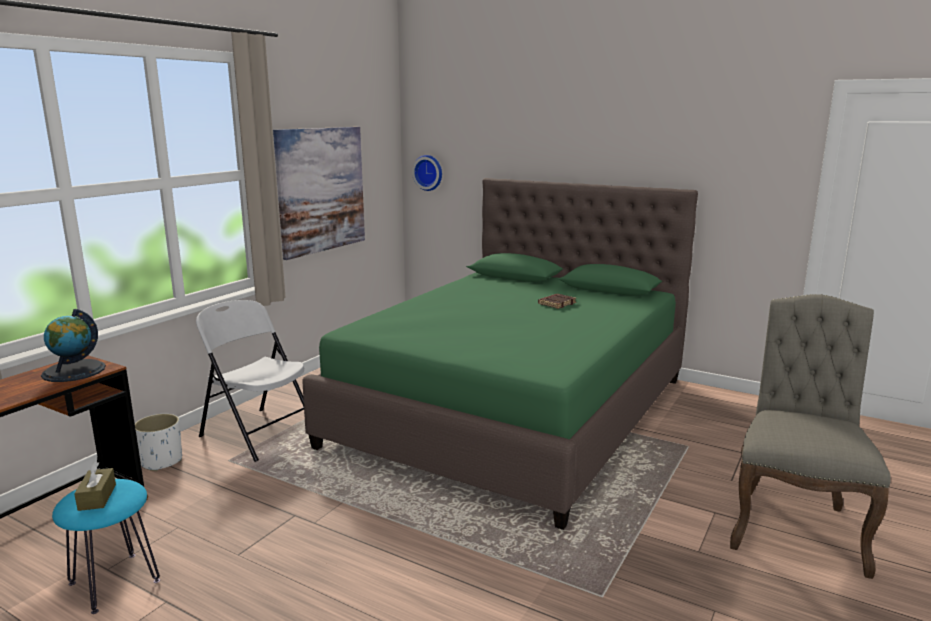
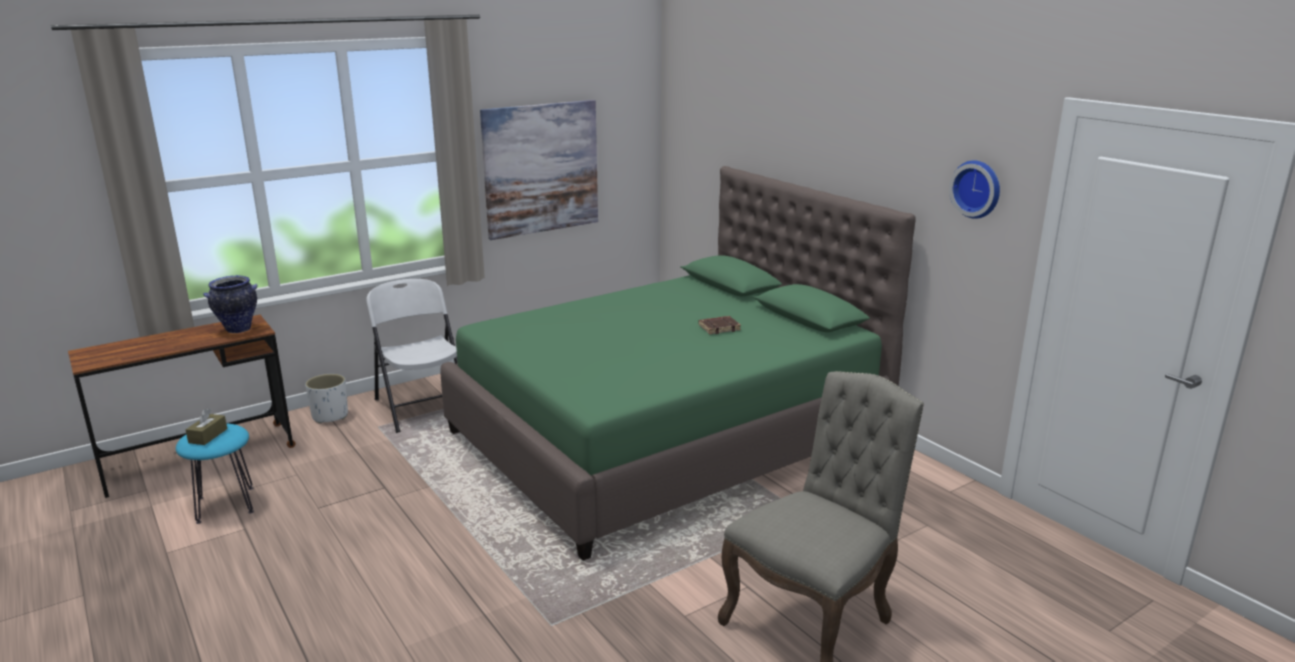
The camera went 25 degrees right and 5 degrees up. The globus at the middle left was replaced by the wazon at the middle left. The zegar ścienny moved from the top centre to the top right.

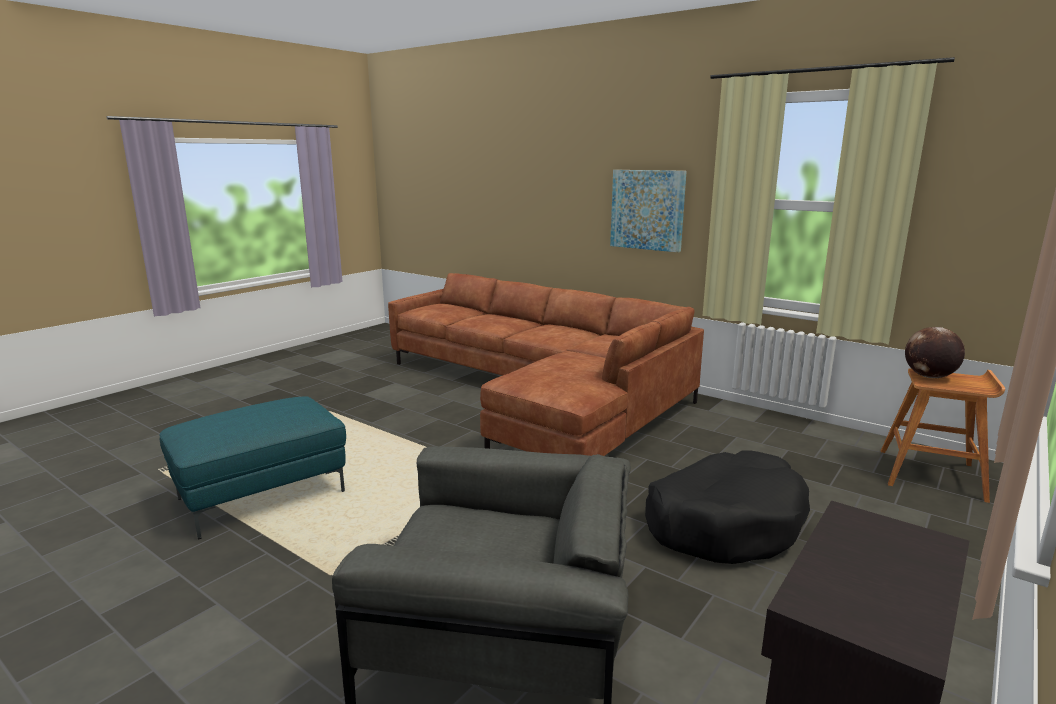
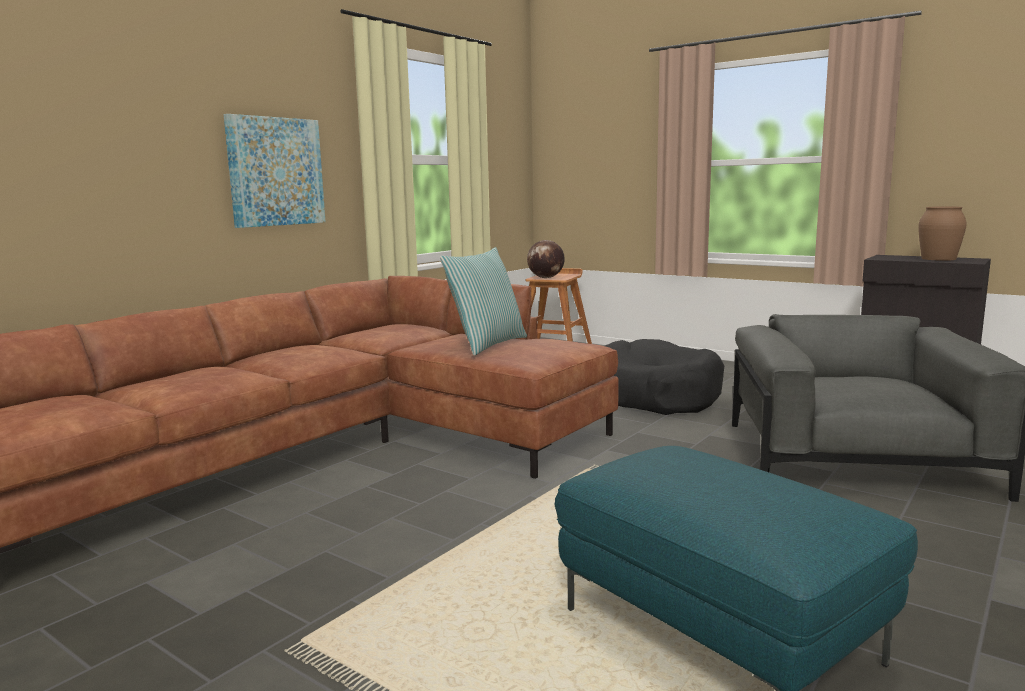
The camera went 90 degrees left and 5 degrees down. The poduszka at the centre appeared. The wazon (brązowy) at the middle right appeared.

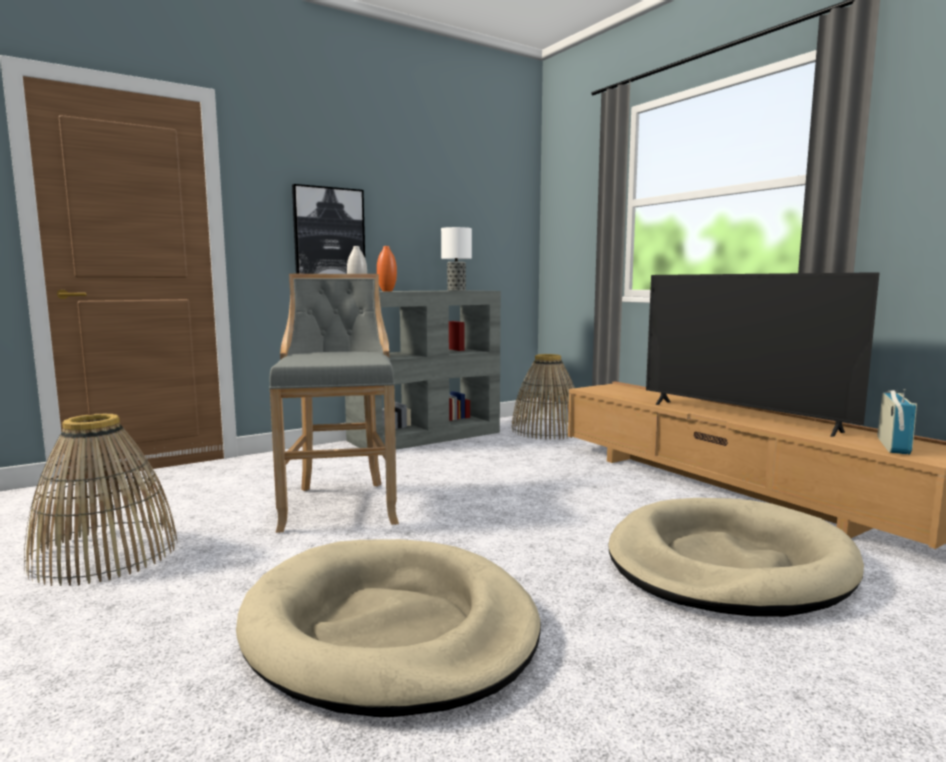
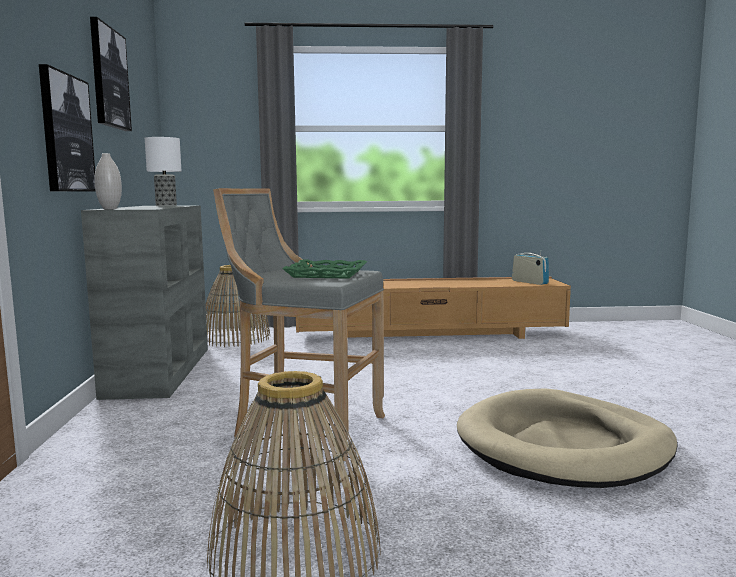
The camera went 60 degrees left and 0 degrees up. The obraz (2nd from left) at the top left appeared. The taca (zielony) at the centre appeared. The wazon (pomarańczowy) at the centre disappeared. The legowisko (beżowy) (2nd from left) at the bottom right disappeared. The telewizor at the middle right disappeared.

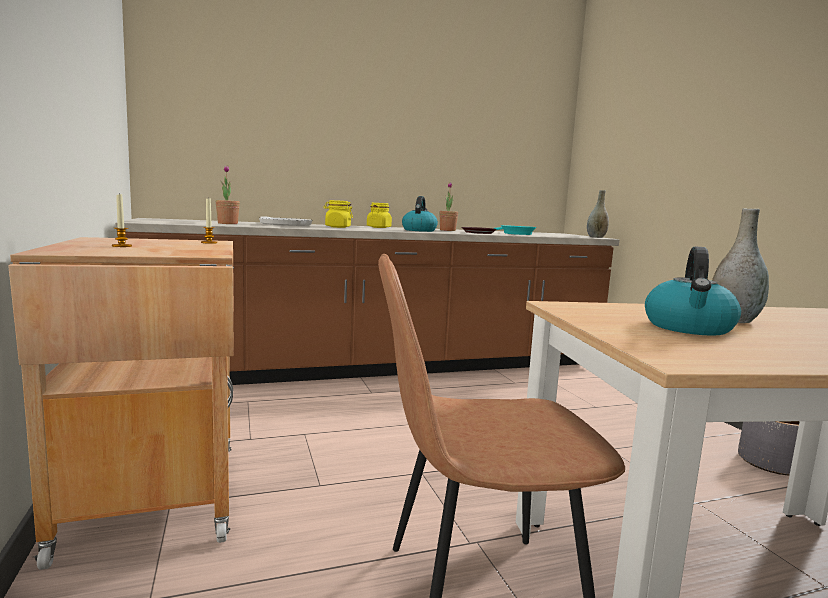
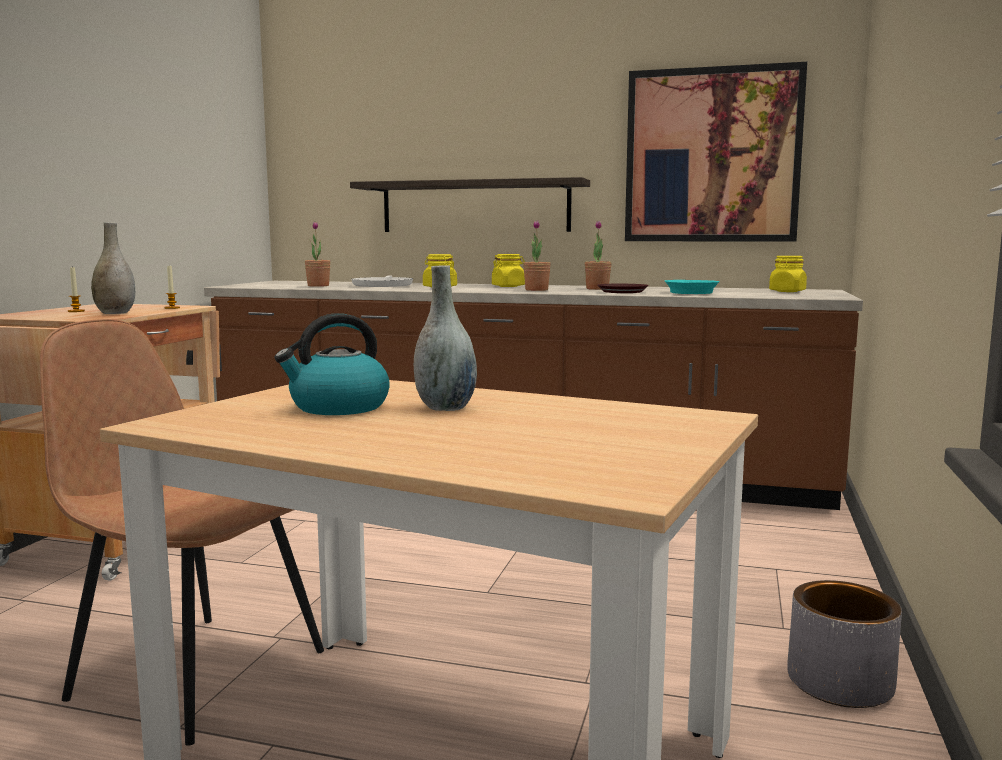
The camera went 35 degrees right and 0 degrees up. The wazon (szary) (1st from left) moved from the middle right to the middle left. The półka at the top centre appeared. The czajnik (1st from left) at the centre was replaced by the roślina doniczkowa (2nd from left) at the centre. The obraz at the top right appeared. The słoik (żółty) (3rd from left) at the middle right appeared.

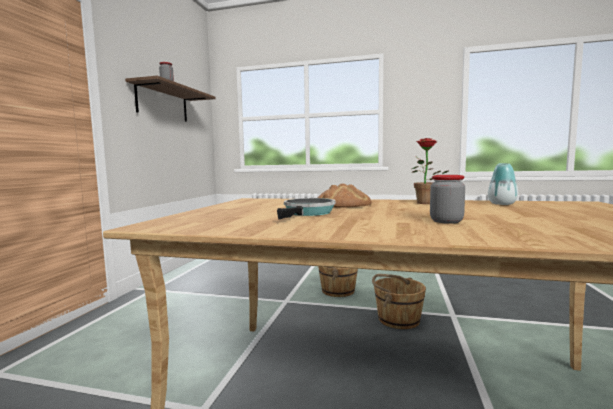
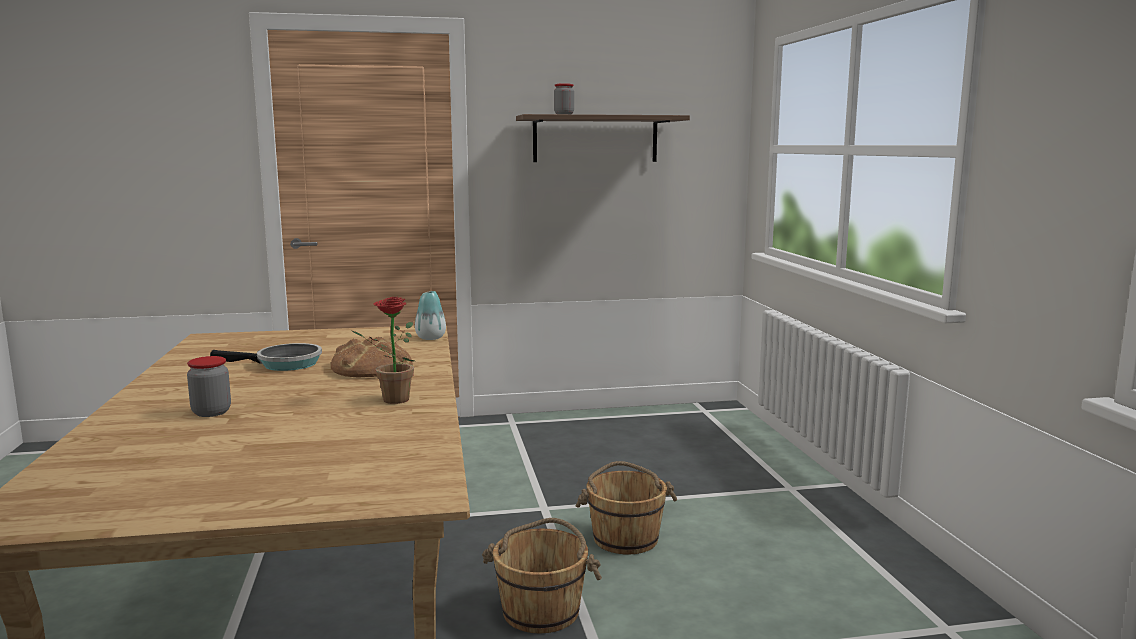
The camera went 65 degrees right and 5 degrees up. The wazon moved from the middle right to the centre.

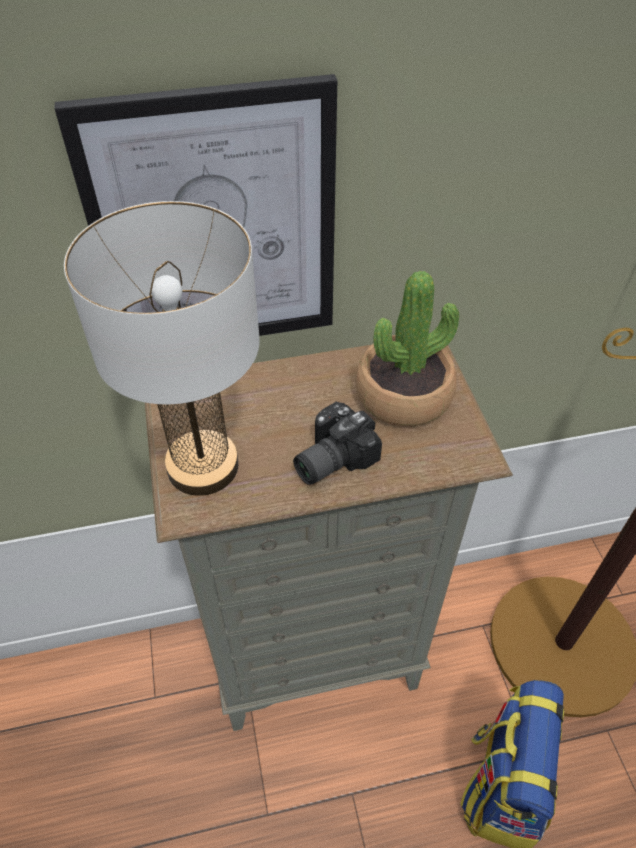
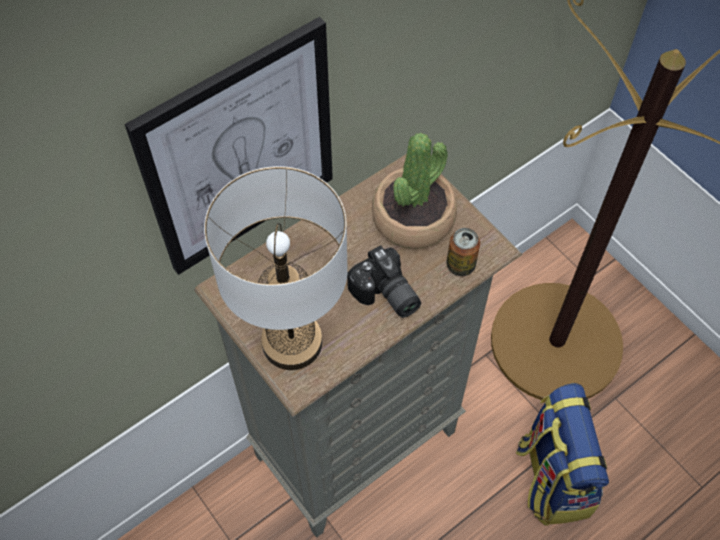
The camera went 25 degrees left and 10 degrees up. The aparat fotograficzny at the centre turned 60 degrees counterclockwise. The puszka at the centre appeared.

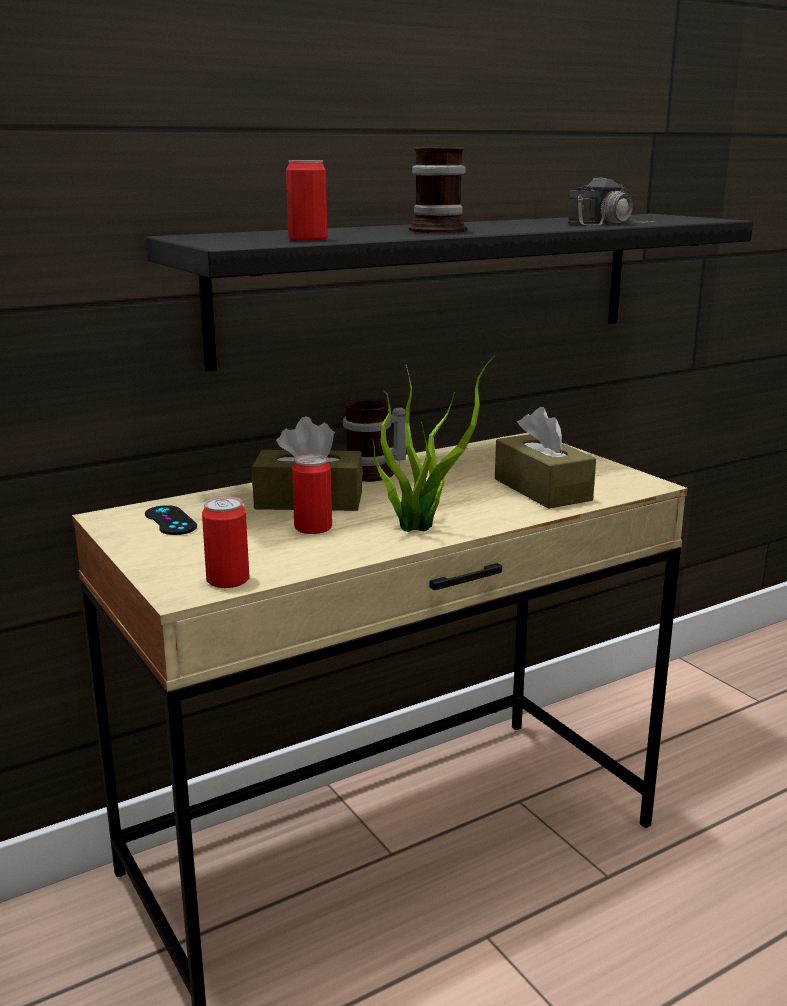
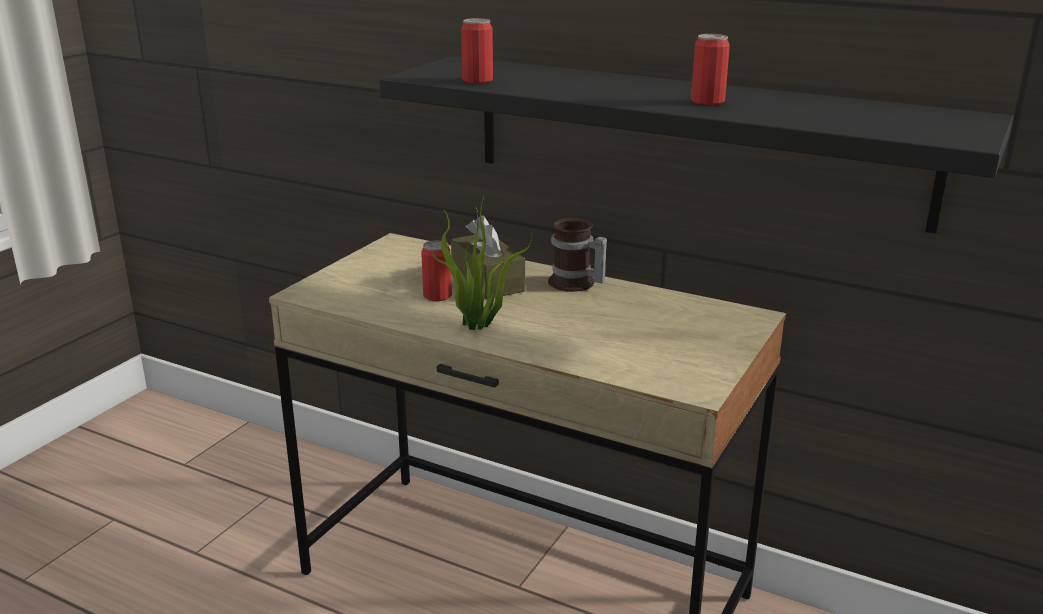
The camera went 60 degrees right and 5 degrees up. The puszka (1st from left in the first image) moved from the middle left to the top right. The pad do gier (czarny) at the middle left disappeared. The kubek (2nd from left) at the top centre disappeared. The pudełko chusteczek (brązowy) (2nd from left) at the middle right disappeared. The aparat fotograficzny at the top right disappeared.

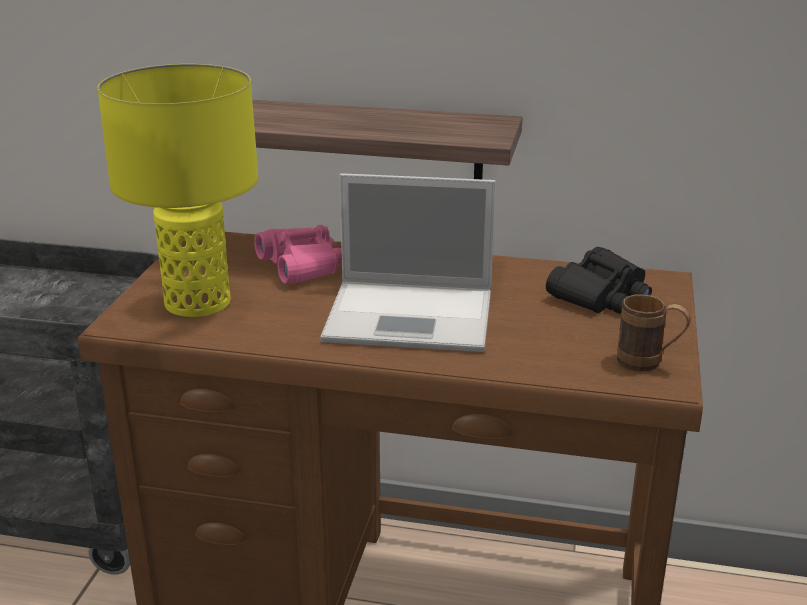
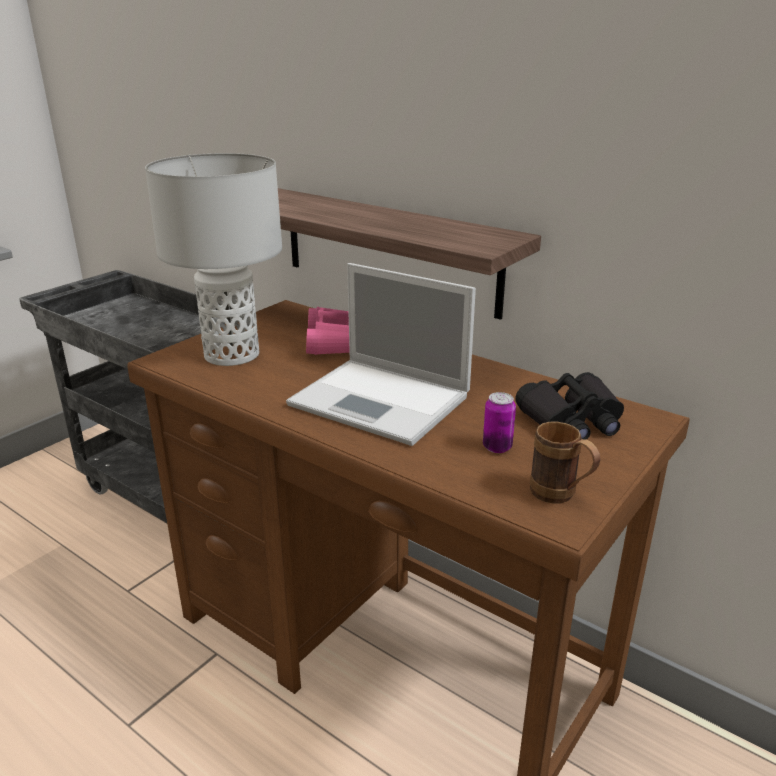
The camera went 25 degrees right and 0 degrees up. The lampa stołowa (żółty) at the top left became the lampa stołowa (biały) at the middle left. The puszka at the centre appeared.

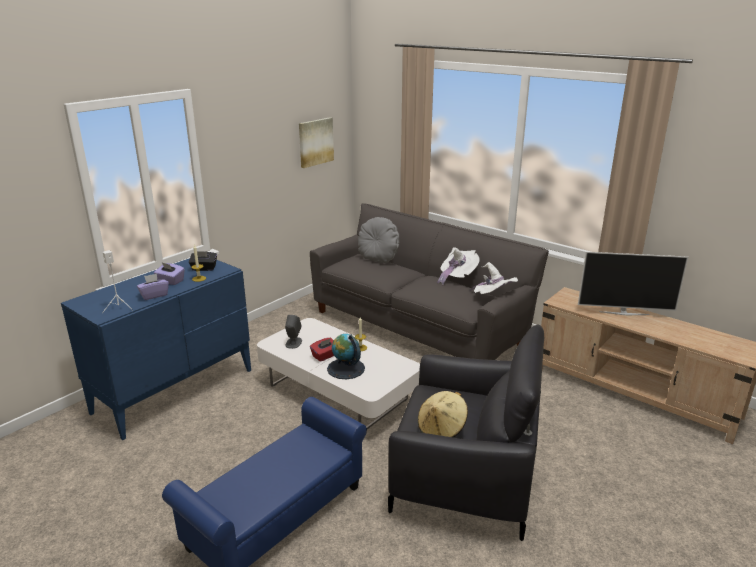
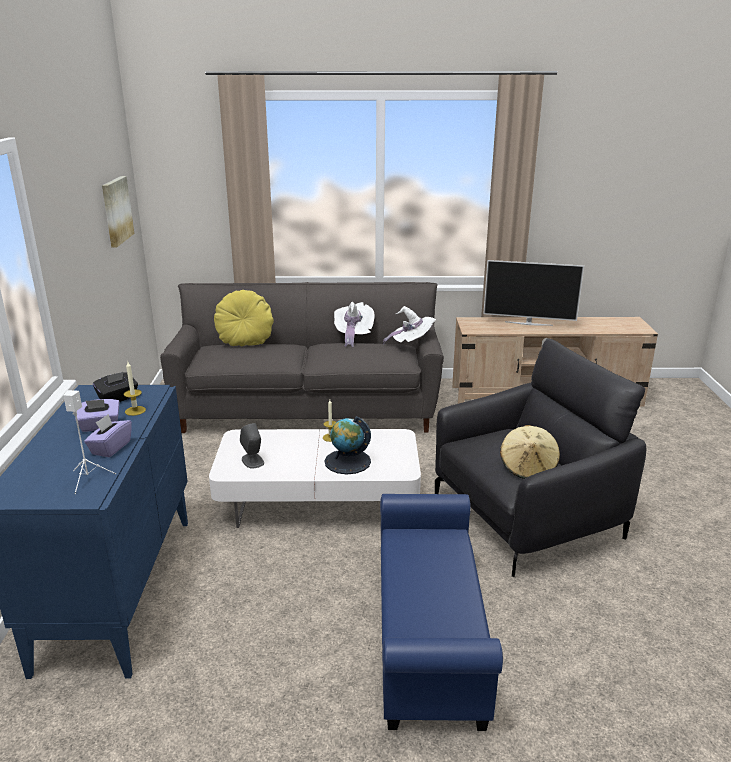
The camera went 40 degrees left and 0 degrees up. The poduszka (szary) at the centre became the poduszka (żółty) at the centre. The telewizor at the middle right turned 45 degrees clockwise. The pudełko chusteczek (czerwony) at the centre disappeared.

